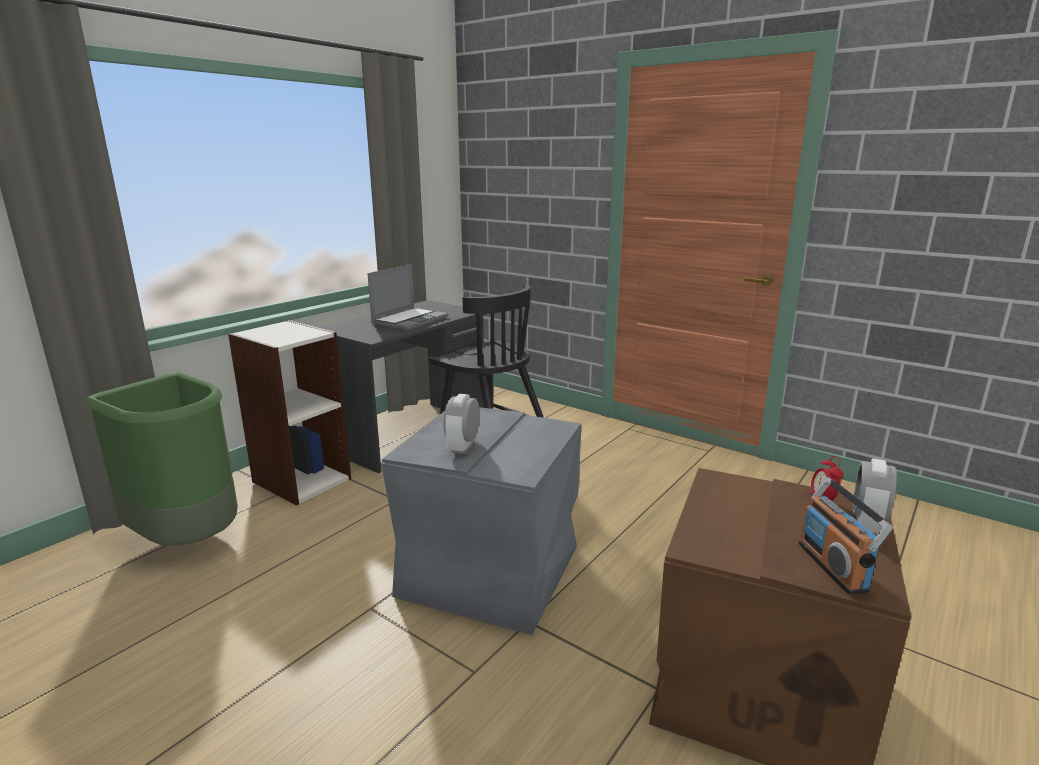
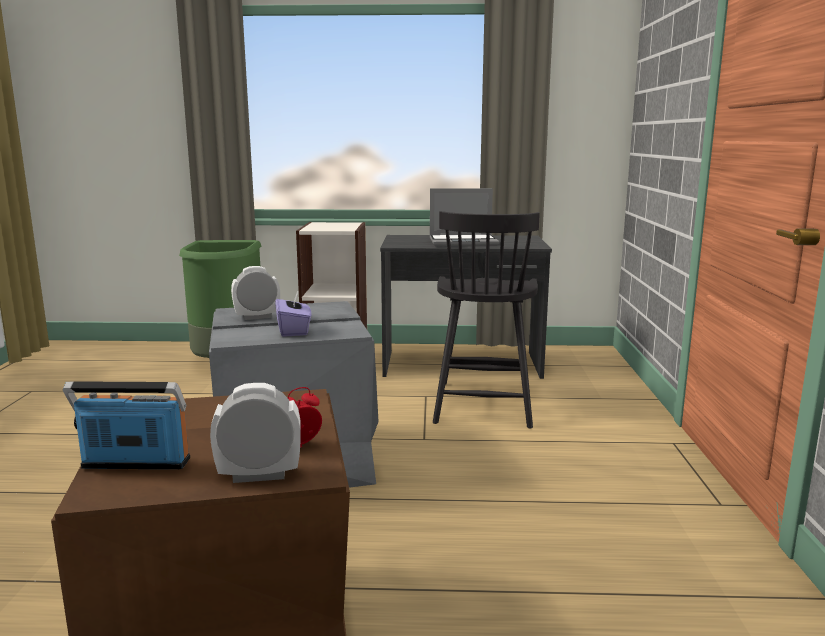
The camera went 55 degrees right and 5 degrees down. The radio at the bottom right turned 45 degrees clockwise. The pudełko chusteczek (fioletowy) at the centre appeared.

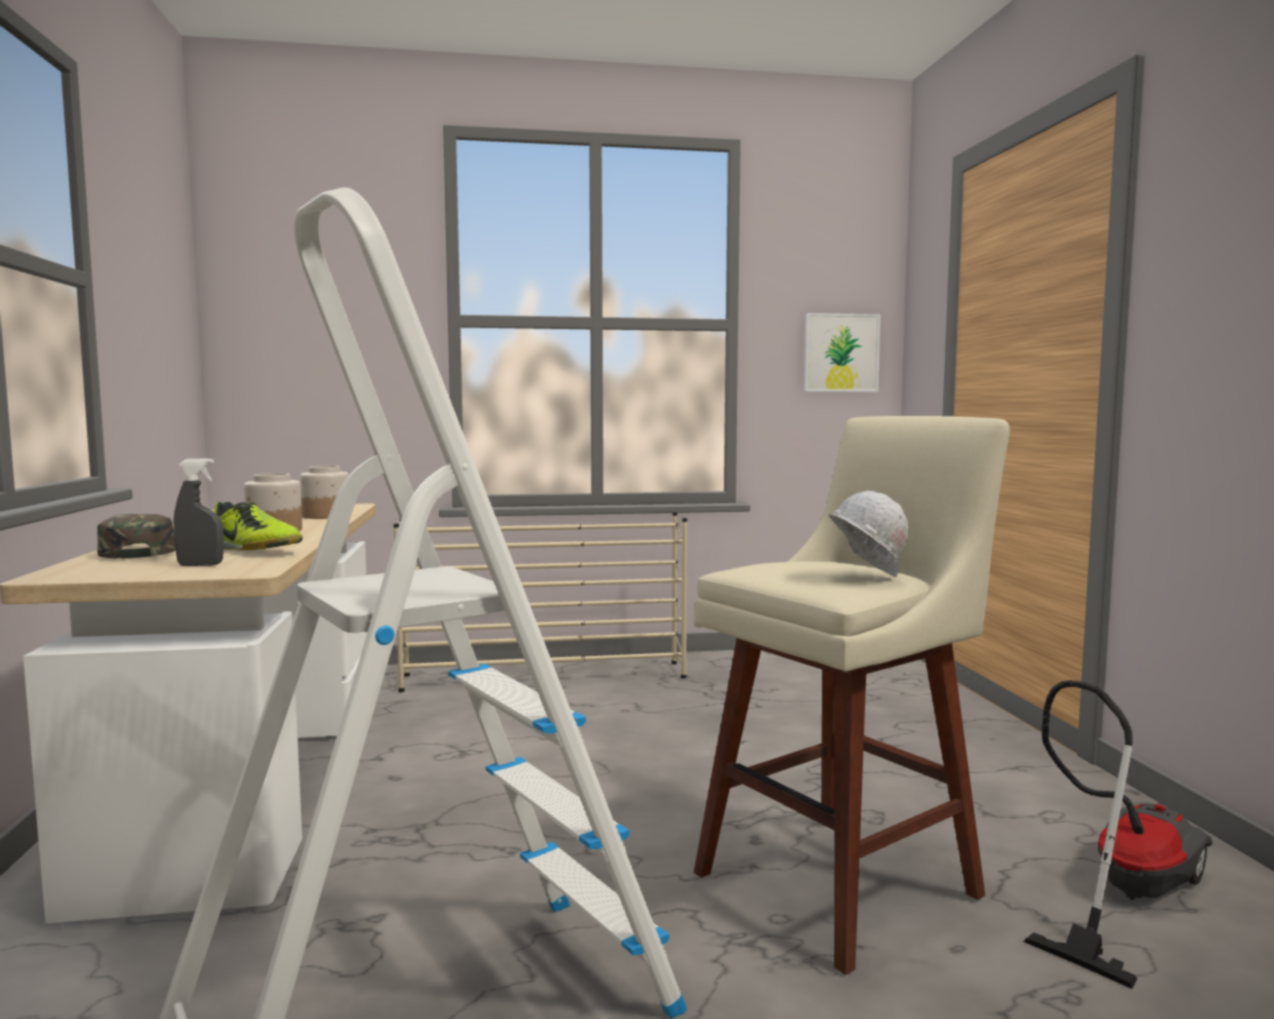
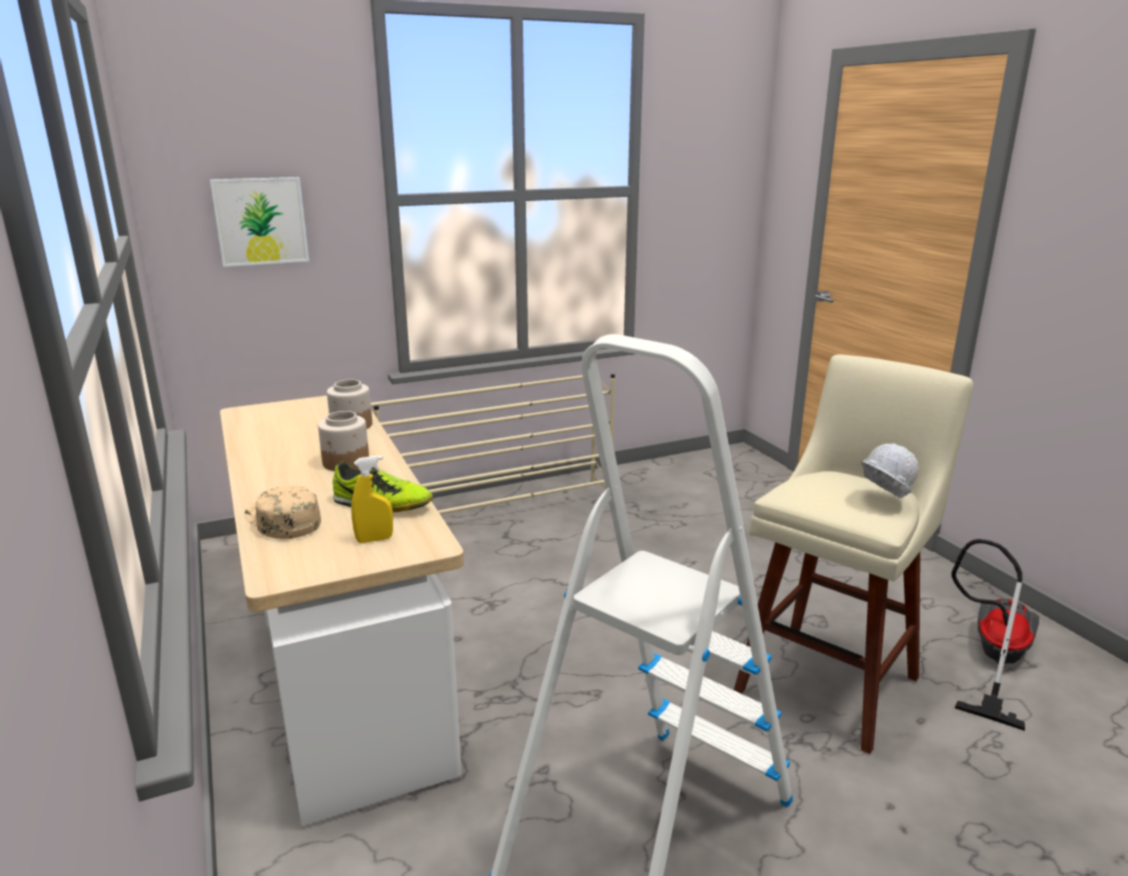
The camera went 15 degrees left and 15 degrees up. The obraz moved from the centre to the top left. The czapka z daszkiem (zielony) at the middle left became the czapka z daszkiem (beżowy) at the middle left. The spryskiwacz (szary) at the middle left became the spryskiwacz (żółty) at the middle left.

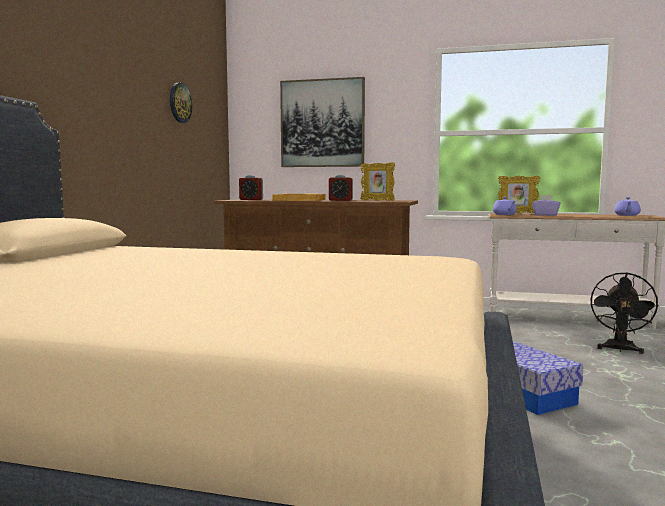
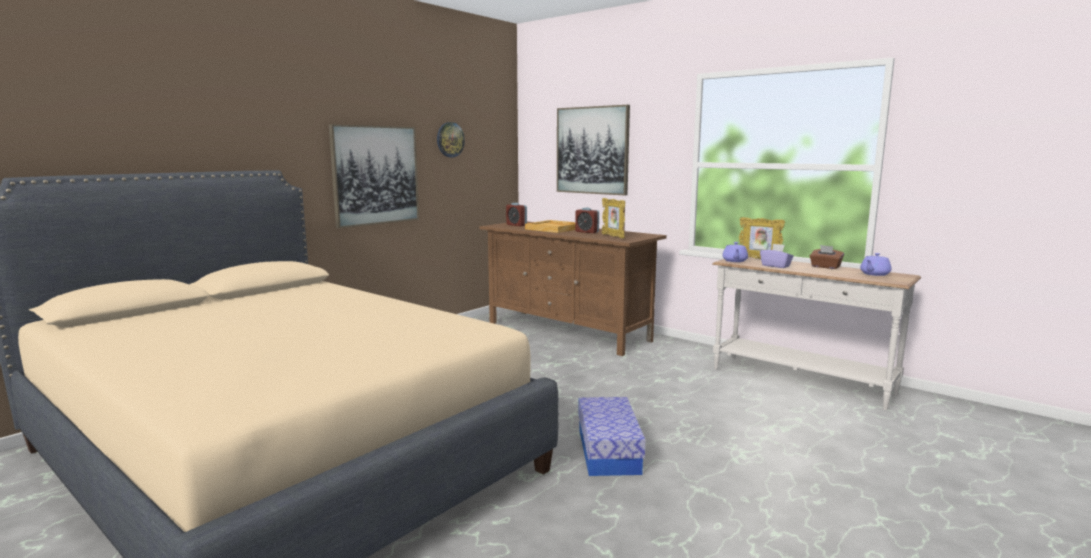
The camera went 25 degrees right and 5 degrees up. The obraz (1st from left) at the top centre appeared. The pudełko chusteczek (brązowy) at the middle right appeared. The wentylator (czarny) at the middle right disappeared.

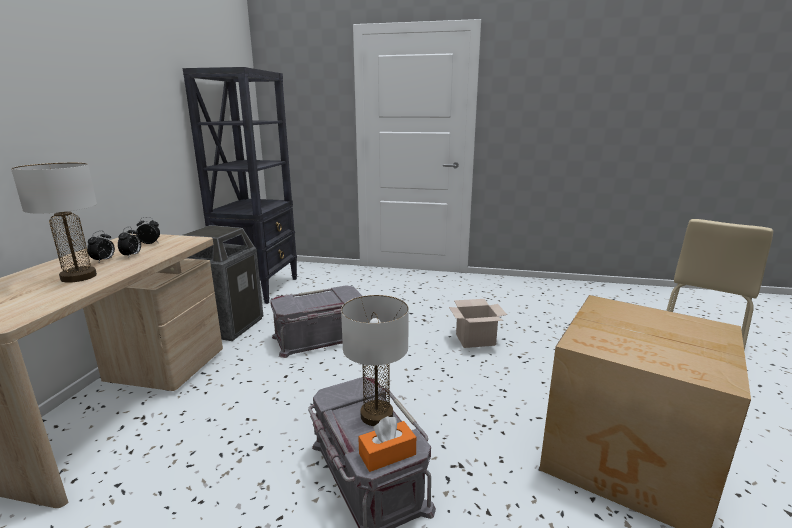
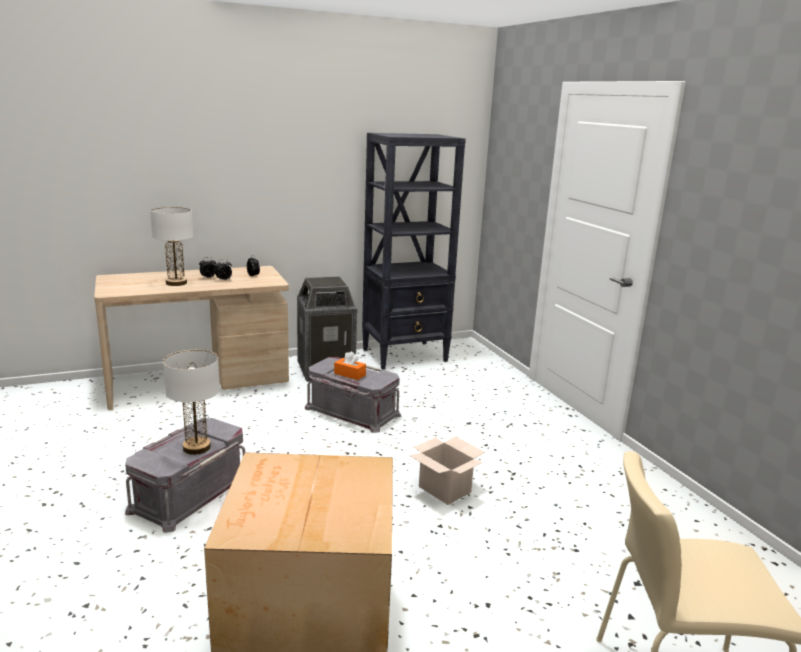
The camera went 55 degrees right and 0 degrees up. The pudełko chusteczek (pomarańczowy) moved from the bottom centre to the centre.

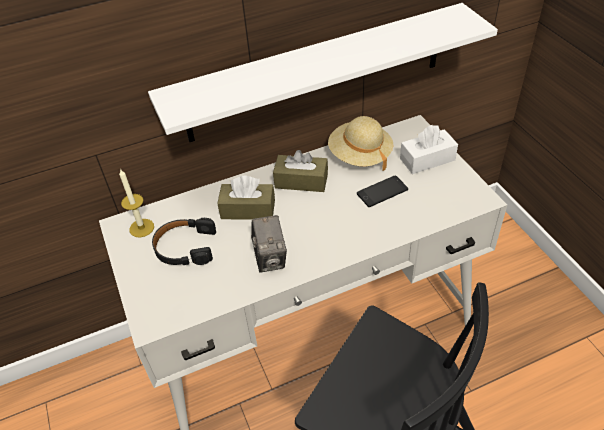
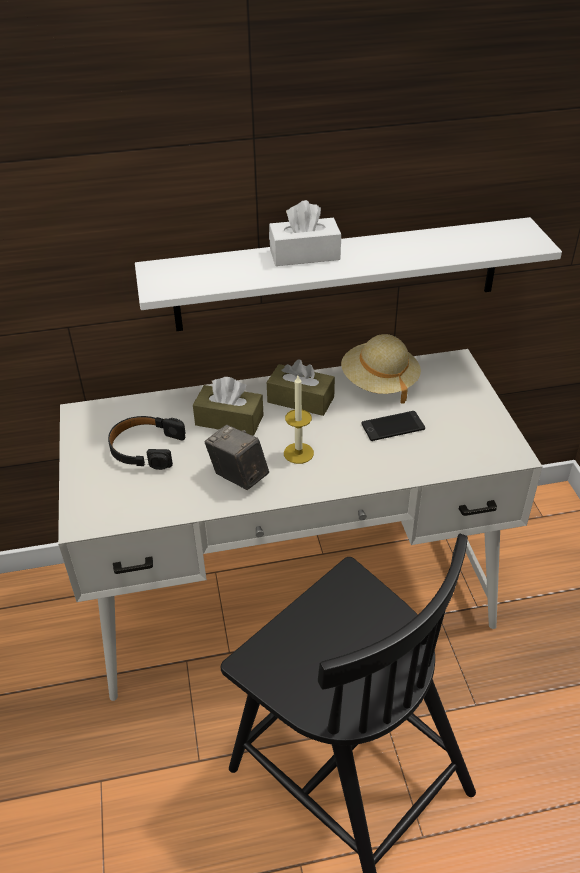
The camera went 10 degrees right and 5 degrees down. The aparat fotograficzny at the centre turned 135 degrees clockwise. The pudełko chusteczek (biały) moved from the middle right to the top centre. The świeca moved from the middle left to the centre.

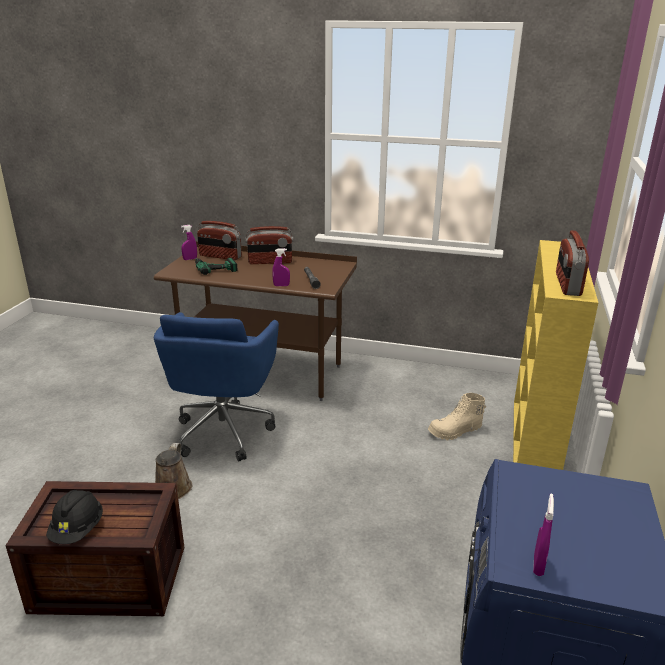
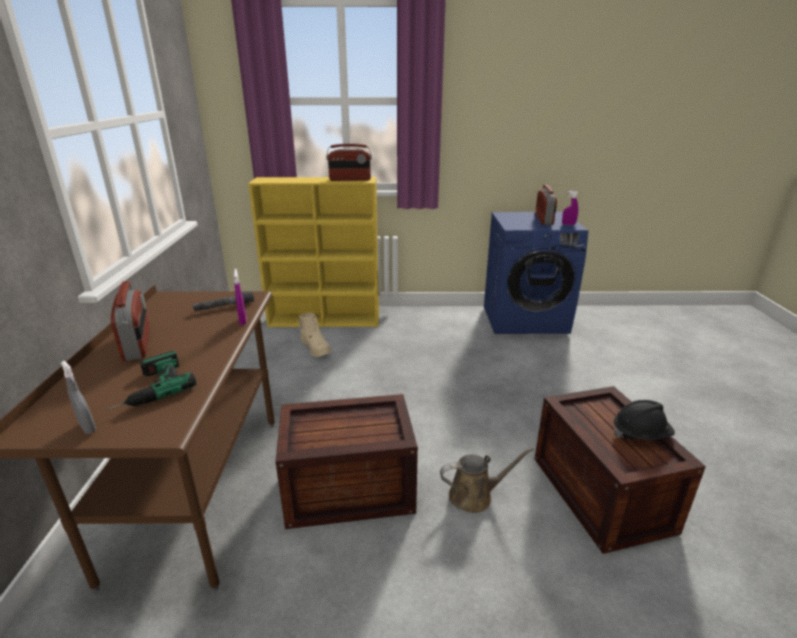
The camera went 105 degrees left and 0 degrees up. The spryskiwacz (fioletowy) (1st from left) at the middle left became the spryskiwacz (szary) at the middle left. The krzesło biurowe (niebieski) at the middle left was replaced by the skrzynka (1st from left) at the bottom centre. The radio (1st from left in the first image) moved from the middle left to the top right.

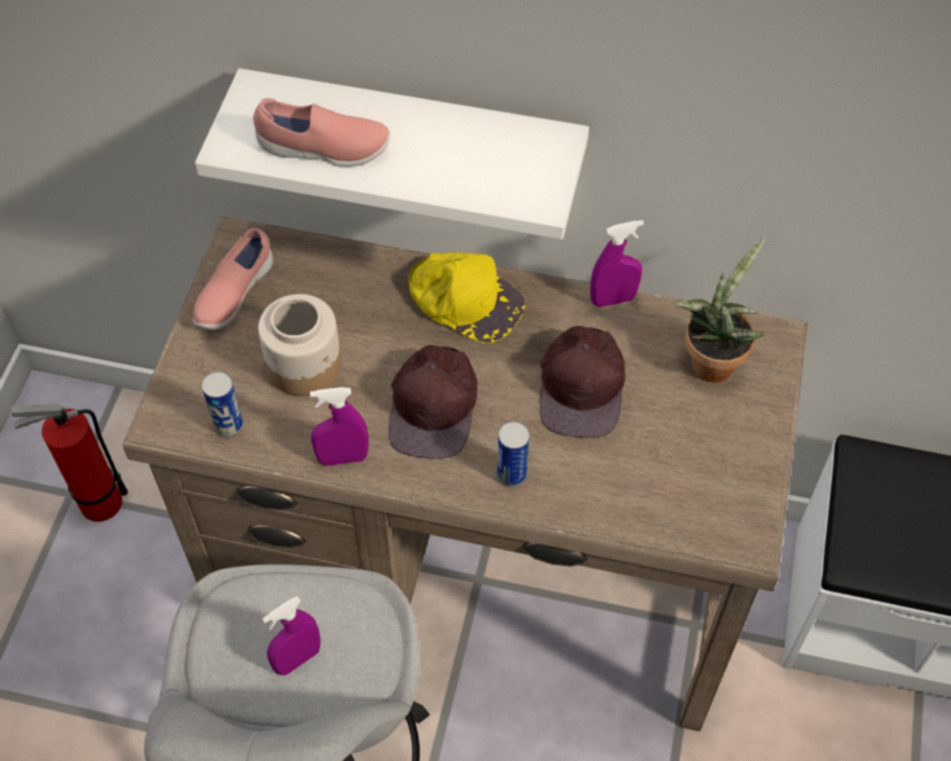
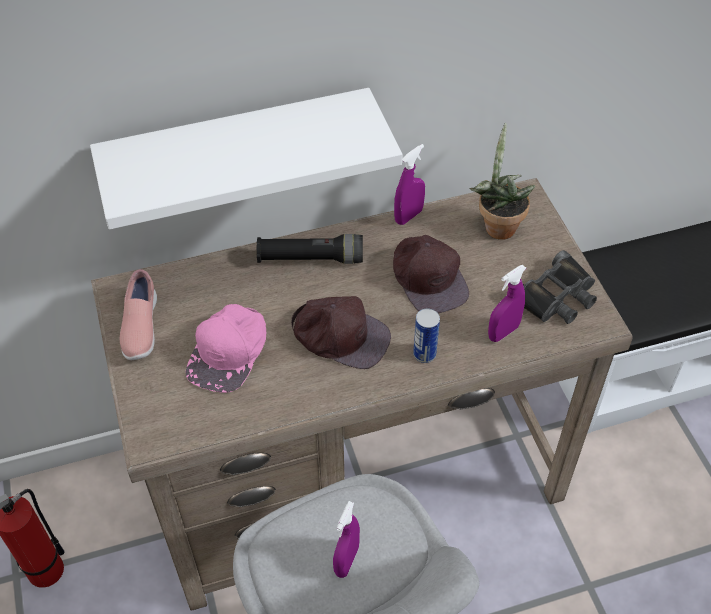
The camera went 30 degrees left and 5 degrees down. The słoik at the middle left was replaced by the czapka z daszkiem (różowy) at the middle left. The czapka z daszkiem (żółty) at the centre was replaced by the latarka (czarny) at the centre. The czapka z daszkiem (brązowy) (1st from left) at the centre turned 45 degrees counterclockwise. The spryskiwacz (fioletowy) (2nd from left in the first image) moved from the centre to the middle right. The lornetka (czarny) at the middle right appeared. The puszka (1st from left) at the middle left disappeared. The but (różowy) (2nd from left) at the top centre disappeared.

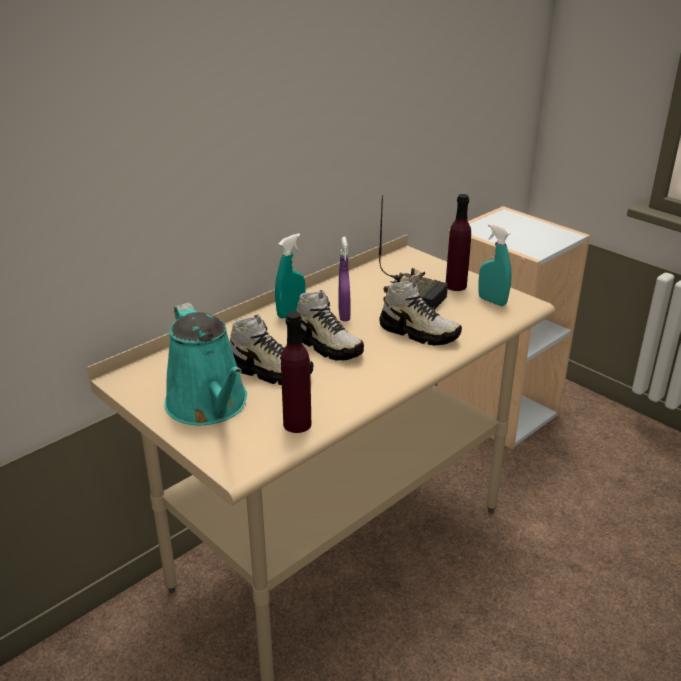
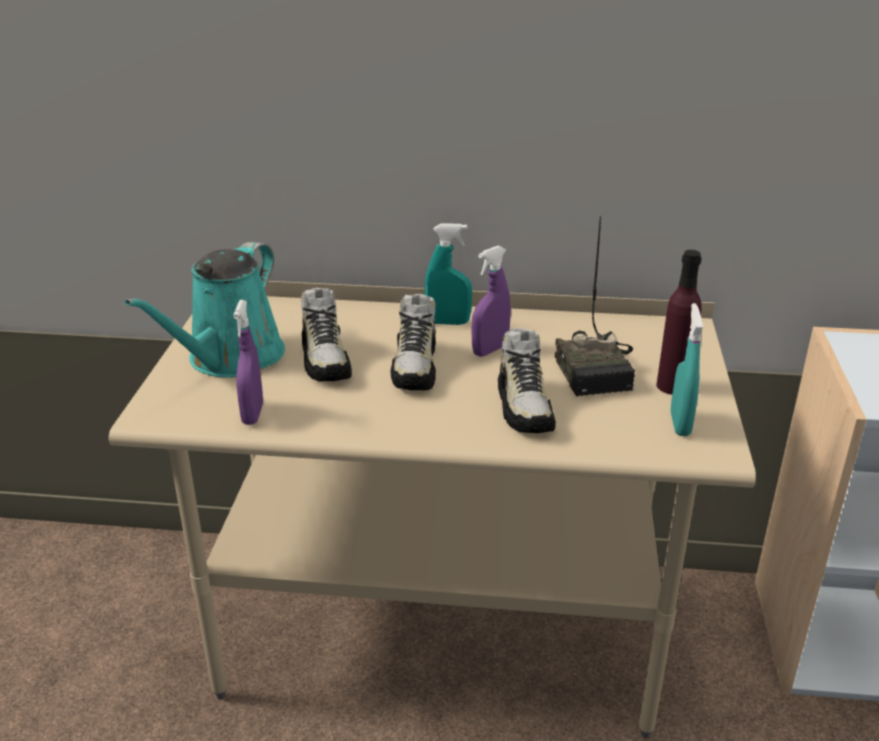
The camera went 50 degrees right and 0 degrees up. The butelka (fioletowy) (1st from left) at the centre was replaced by the spryskiwacz (fioletowy) (1st from left) at the middle left.

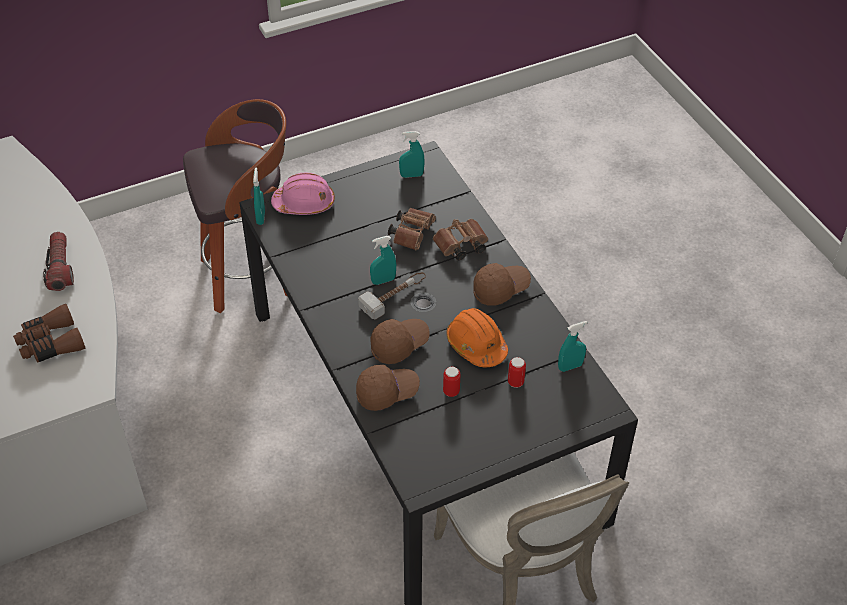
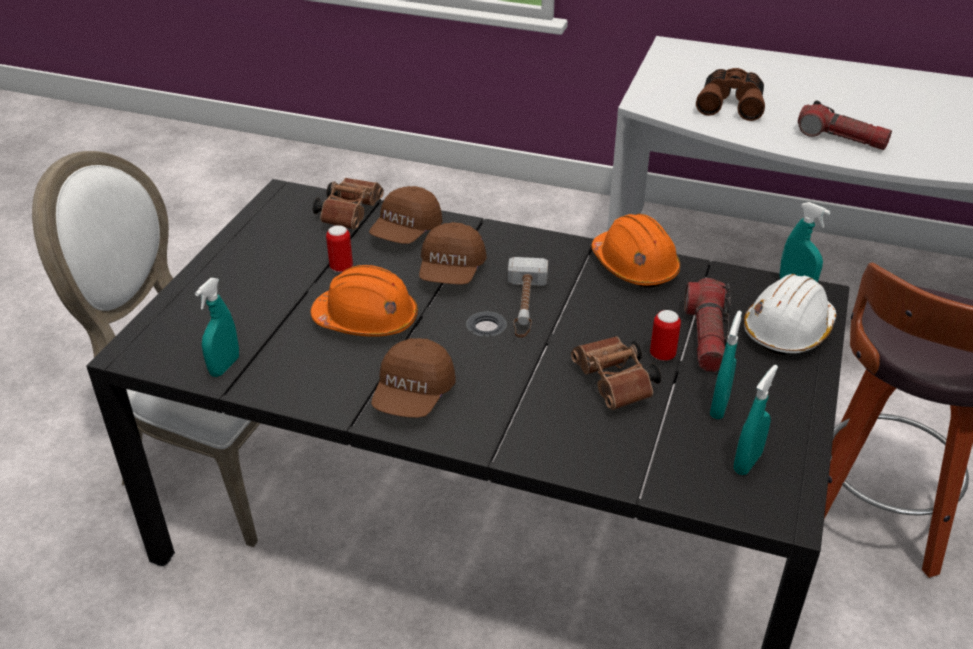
The camera went 135 degrees right and 10 degrees down. The lornetka (brązowy) (3rd from left in the first image) moved from the centre to the top centre. The kask (pomarańczowy) (2nd from left) at the centre appeared. The puszka (2nd from left) moved from the centre to the middle right. The latarka (1st from left) at the middle right appeared. The spryskiwacz (turkusowy) (2nd from left) moved from the centre to the middle right. The kask (różowy) at the top centre became the kask (biały) at the middle right.

